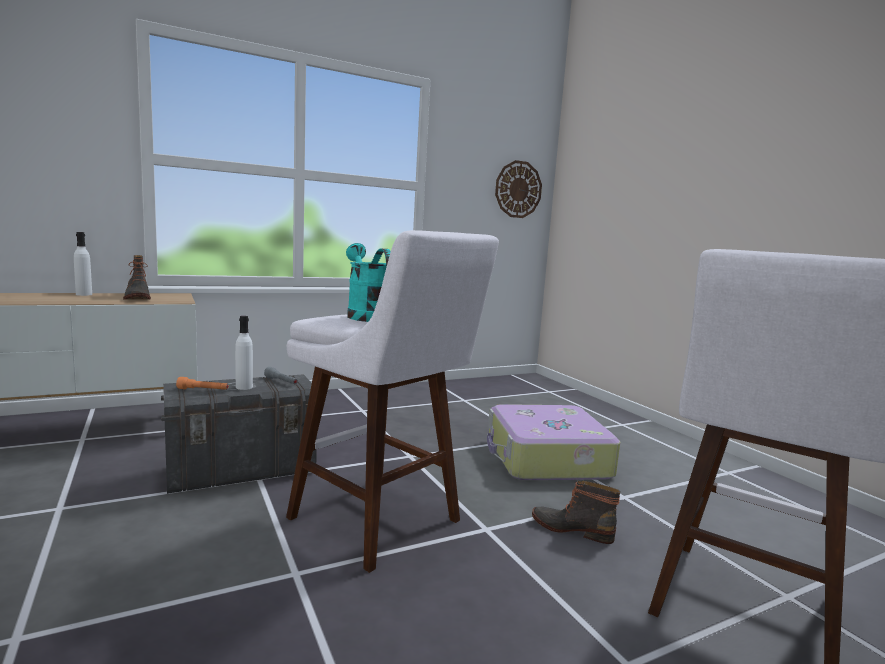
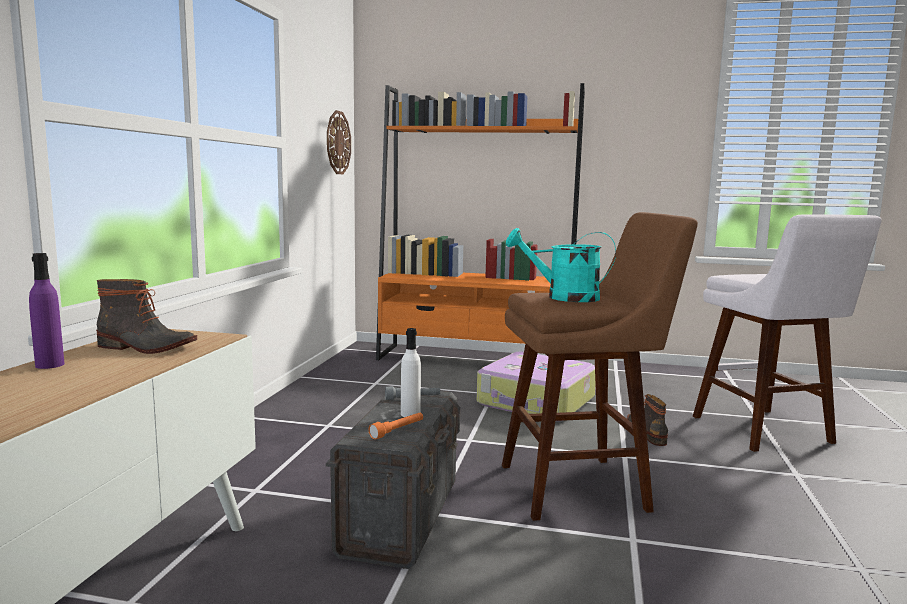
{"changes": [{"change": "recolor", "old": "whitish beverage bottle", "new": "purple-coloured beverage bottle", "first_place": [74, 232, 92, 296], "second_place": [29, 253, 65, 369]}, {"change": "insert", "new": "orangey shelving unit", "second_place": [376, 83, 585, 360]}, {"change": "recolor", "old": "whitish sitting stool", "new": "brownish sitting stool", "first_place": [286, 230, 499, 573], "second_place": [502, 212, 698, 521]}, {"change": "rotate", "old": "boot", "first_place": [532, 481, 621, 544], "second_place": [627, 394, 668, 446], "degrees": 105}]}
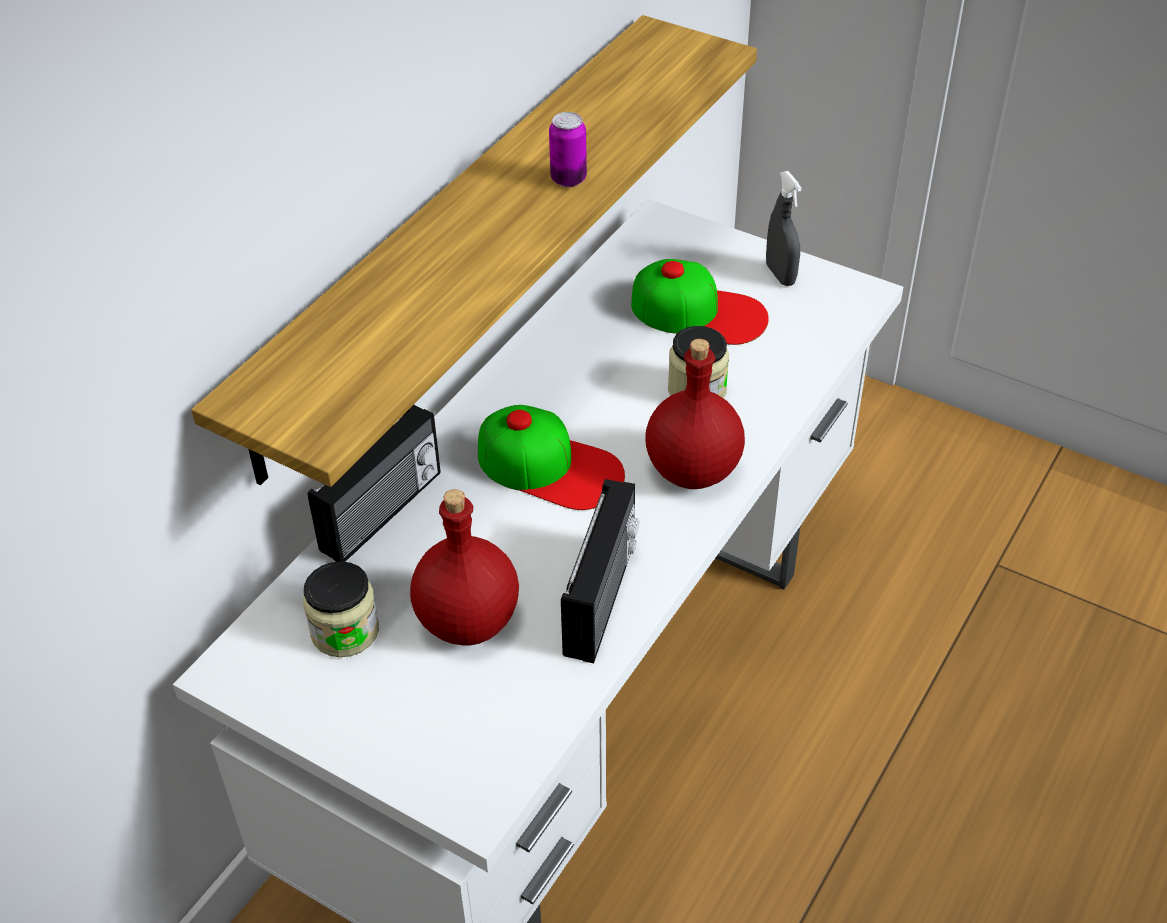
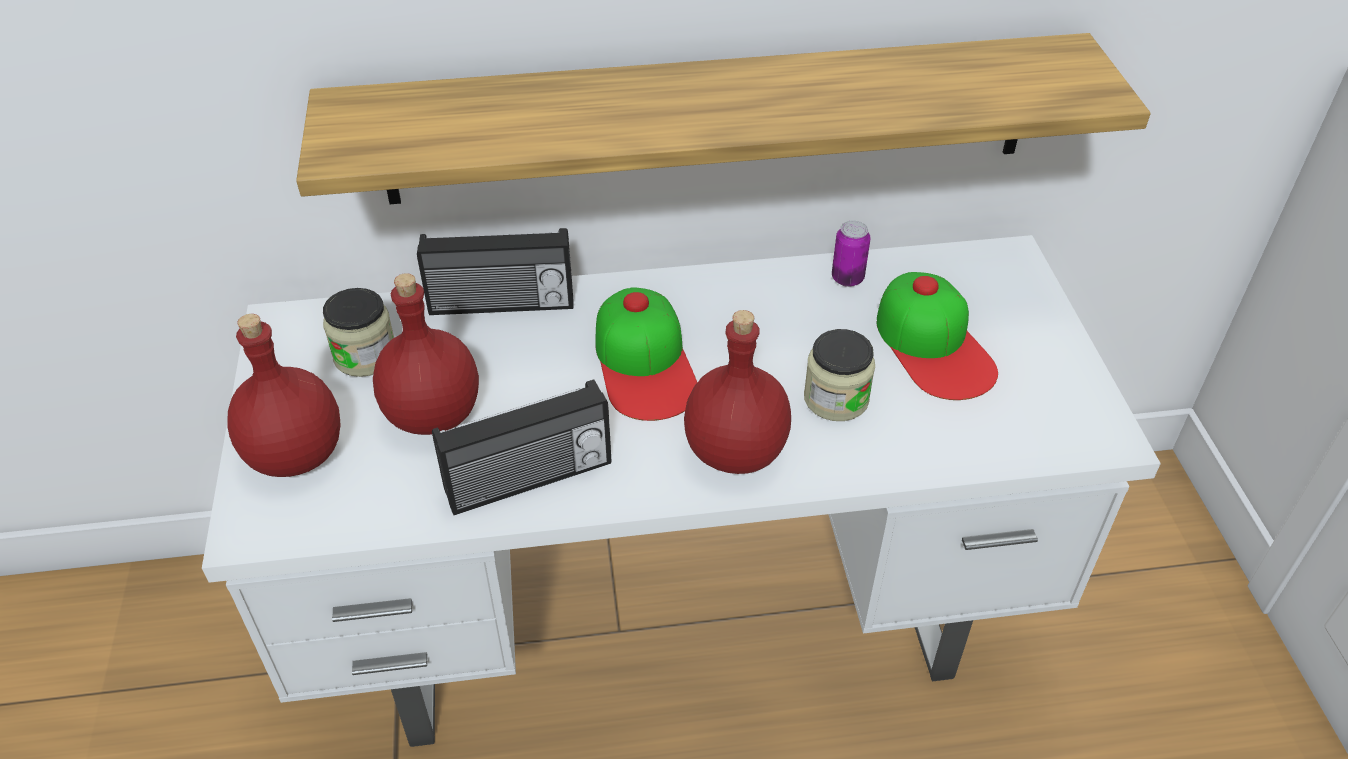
{"changes": [{"change": "insert", "new": "reddish beverage bottle", "second_place": [227, 314, 341, 477]}, {"change": "move", "old": "metal can", "first_place": [549, 112, 587, 187], "second_place": [832, 220, 871, 287]}, {"change": "delete", "old": "grey spray bottle", "first_place": [766, 171, 802, 286]}]}
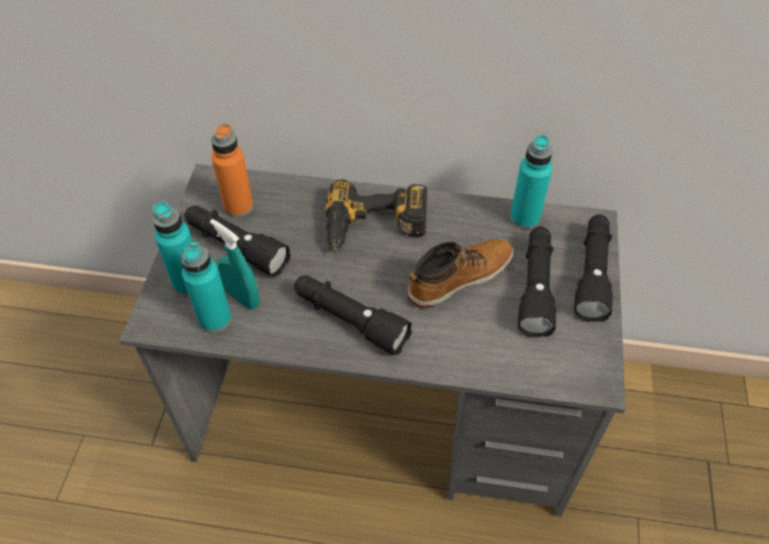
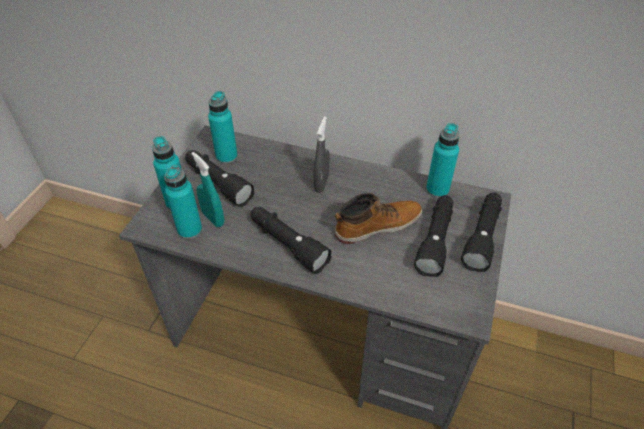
{"changes": [{"change": "recolor", "old": "orangey beverage bottle", "new": "turquoise-coloured beverage bottle", "first_place": [211, 124, 254, 218], "second_place": [208, 91, 238, 164]}, {"change": "replace", "old": "electric drill", "new": "grey spray bottle", "first_place": [325, 179, 427, 253], "second_place": [314, 116, 330, 193]}]}
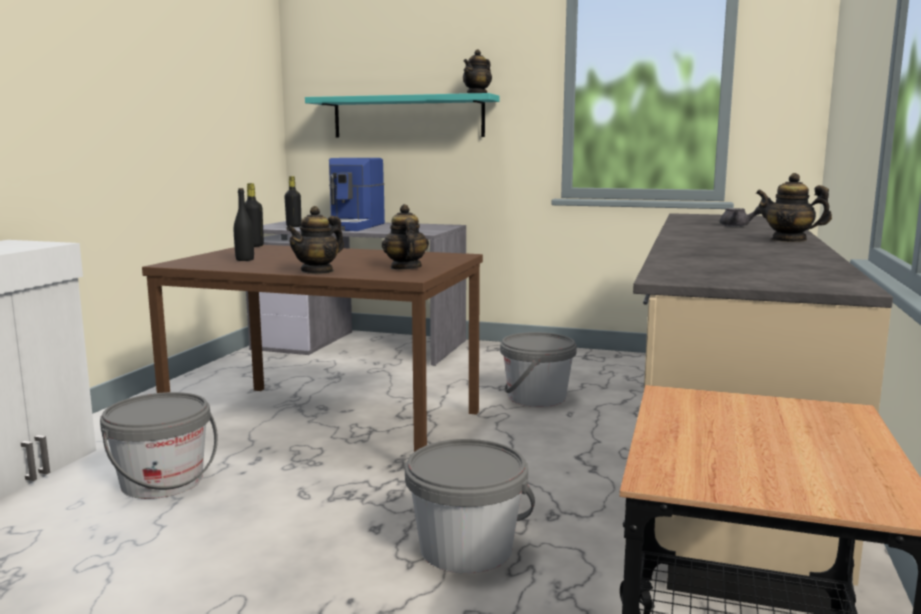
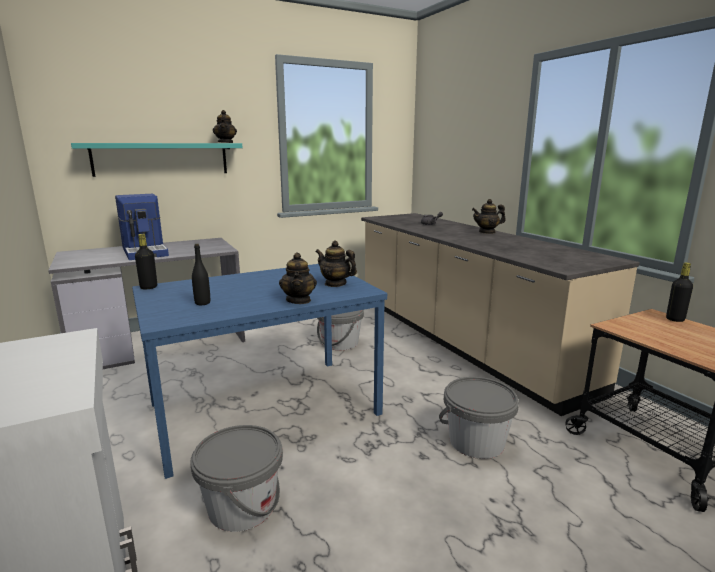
{"changes": [{"change": "recolor", "old": "brownish dinner table", "new": "blue-coloured dinner table", "first_place": [142, 245, 483, 452], "second_place": [132, 264, 387, 479]}, {"change": "move", "old": "black beverage bottle", "first_place": [284, 176, 301, 227], "second_place": [666, 263, 693, 322]}]}
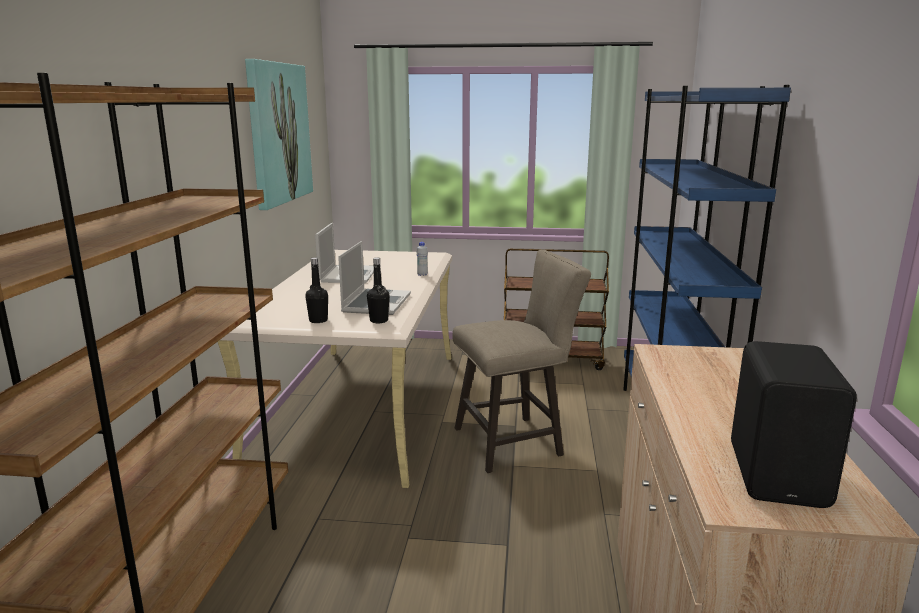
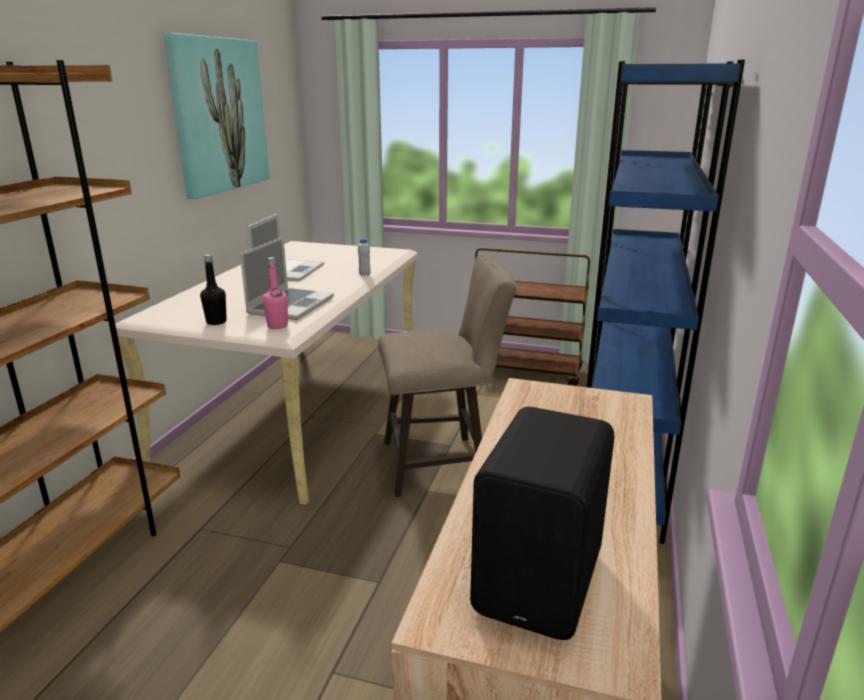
{"changes": [{"change": "recolor", "old": "black beverage bottle", "new": "pinkish beverage bottle", "first_place": [367, 257, 389, 323], "second_place": [263, 257, 288, 329]}]}
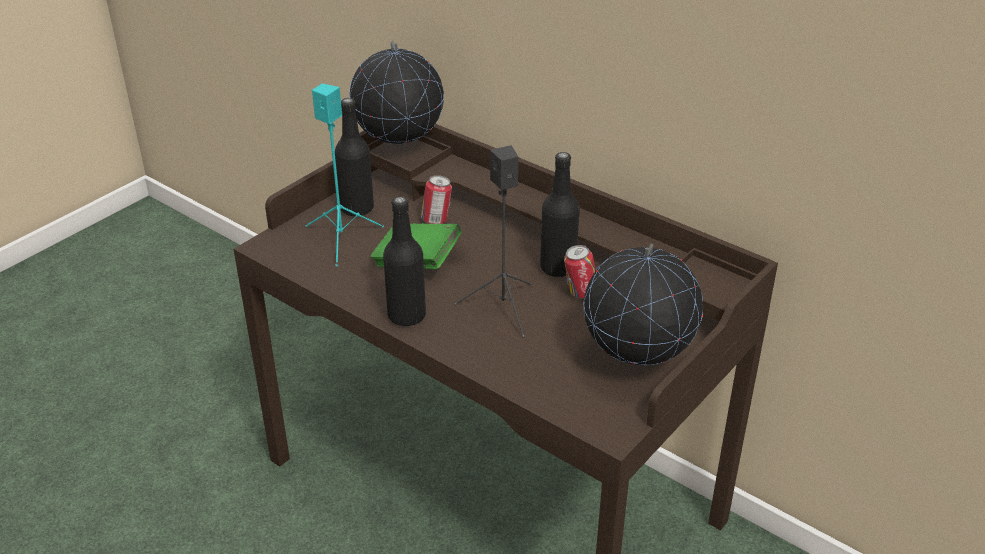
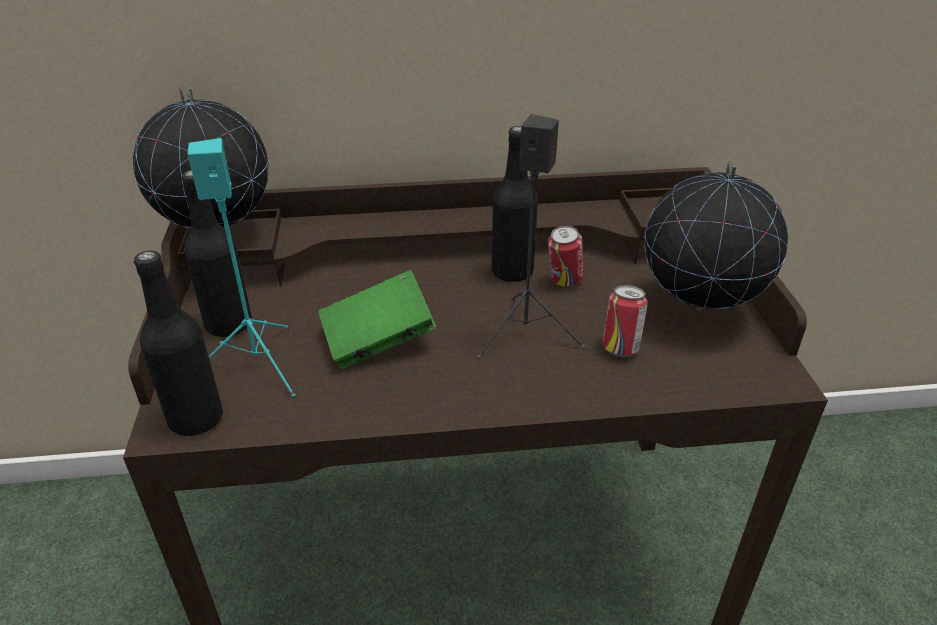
{"changes": [{"change": "move", "old": "black beverage bottle", "first_place": [383, 196, 426, 326], "second_place": [134, 250, 223, 436]}, {"change": "move", "old": "metal can", "first_place": [421, 175, 452, 224], "second_place": [602, 285, 648, 357]}]}
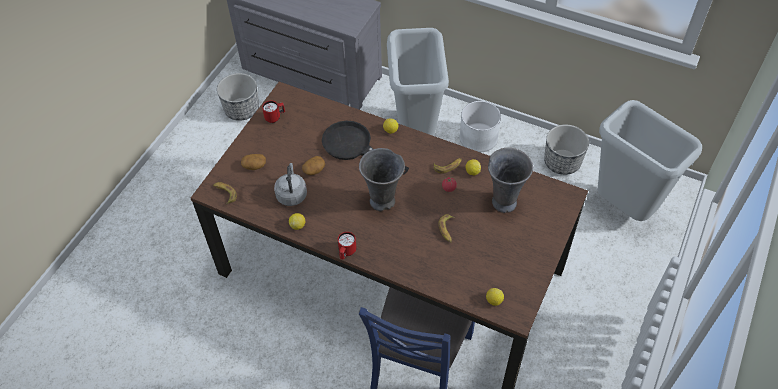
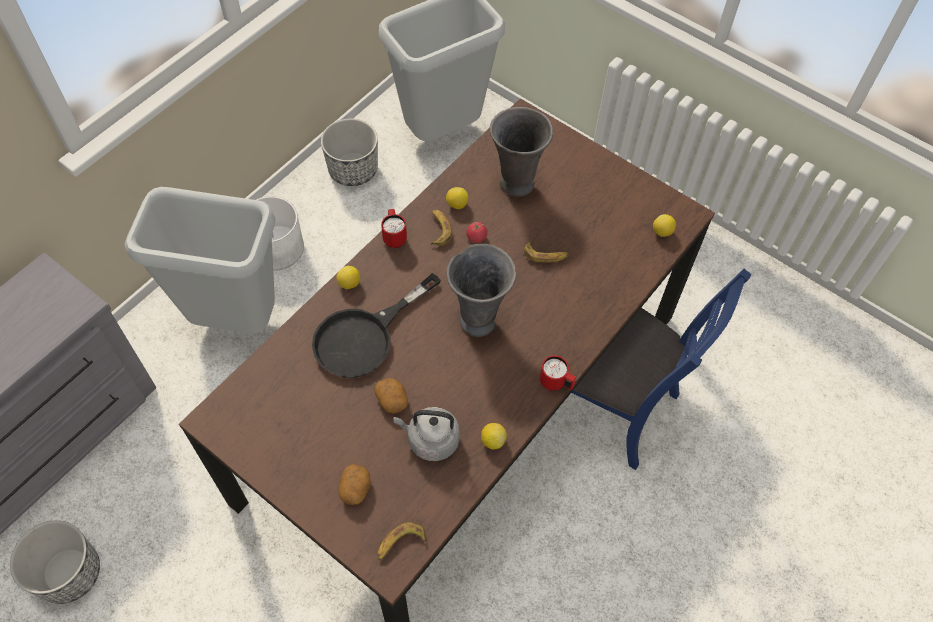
{"changes": [{"change": "move", "old": "reddish mug", "first_place": [262, 100, 285, 123], "second_place": [381, 209, 407, 248]}]}
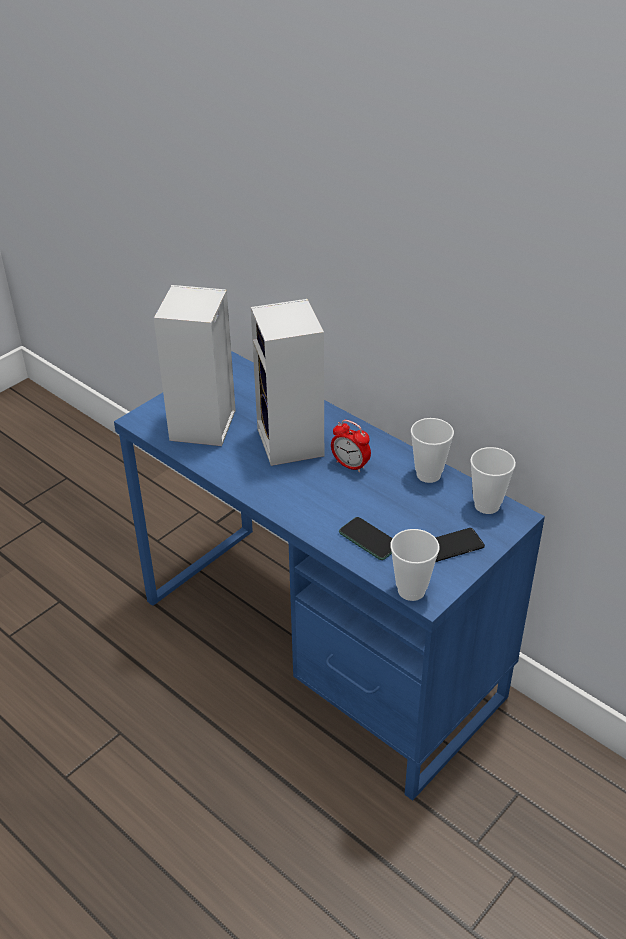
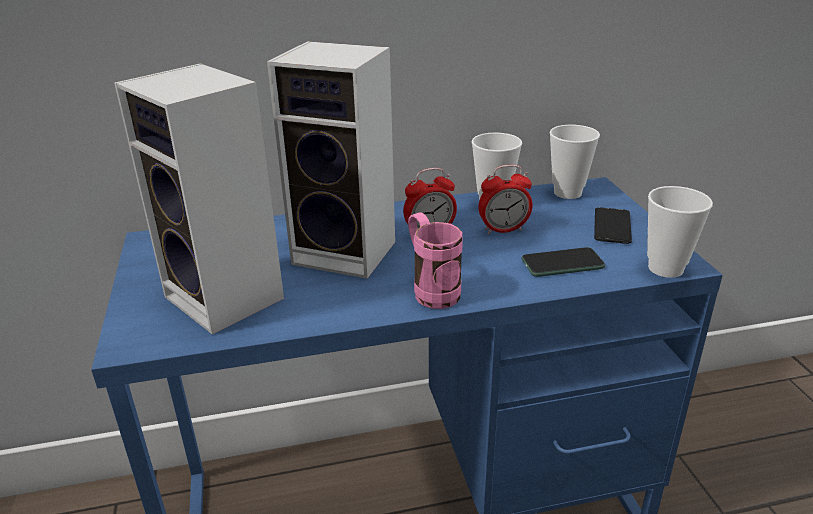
{"changes": [{"change": "insert", "new": "pinkish mug", "second_place": [408, 213, 463, 309]}, {"change": "insert", "new": "alarm clock", "second_place": [479, 165, 533, 234]}]}
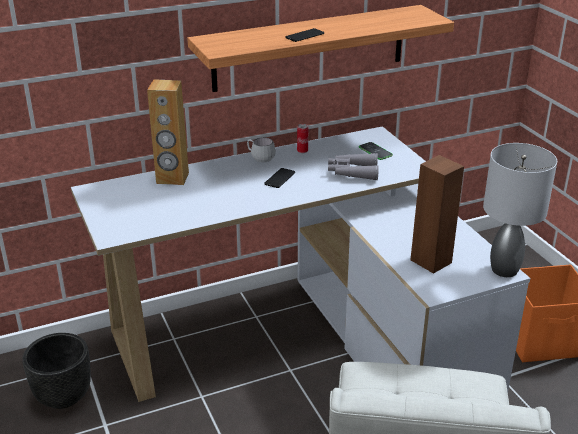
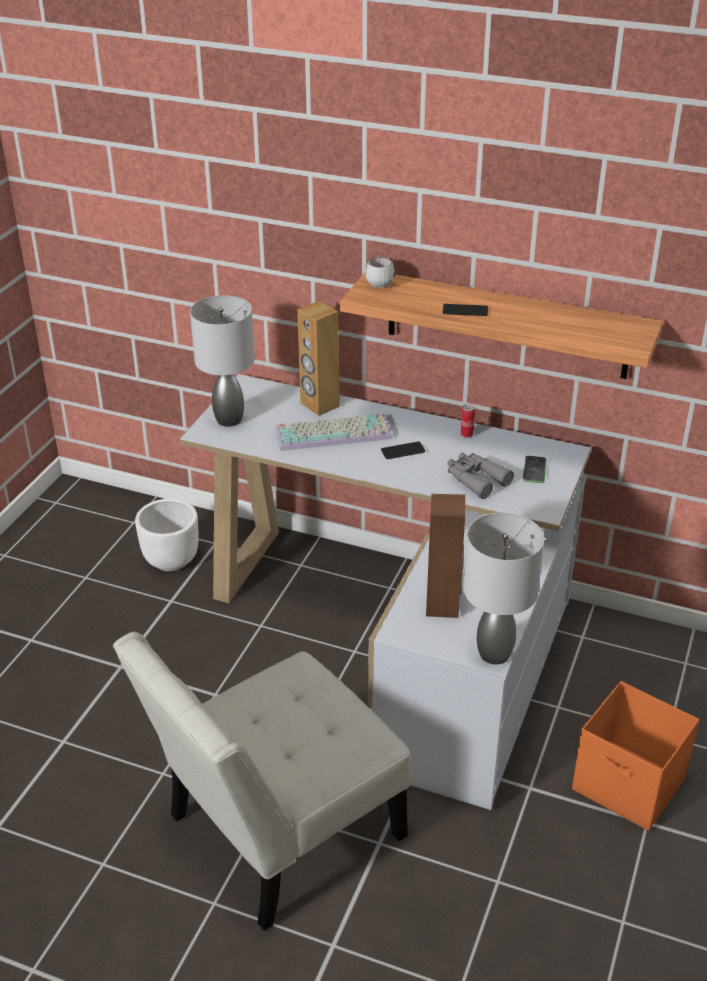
{"changes": [{"change": "recolor", "old": "black planter", "new": "whitish planter", "first_place": [22, 333, 91, 409], "second_place": [135, 499, 198, 571]}, {"change": "insert", "new": "grey tabletop lamp", "second_place": [190, 295, 255, 427]}, {"change": "insert", "new": "computer keyboard", "second_place": [275, 413, 393, 451]}, {"change": "move", "old": "whitish mug", "first_place": [247, 137, 276, 162], "second_place": [365, 256, 395, 288]}]}
